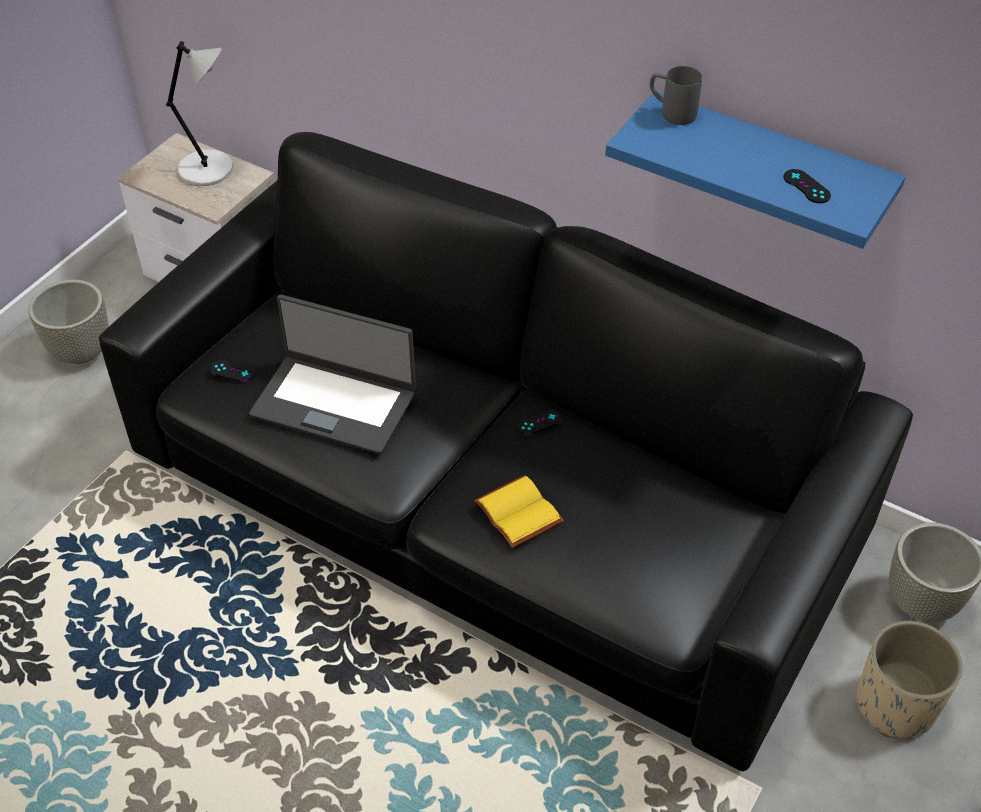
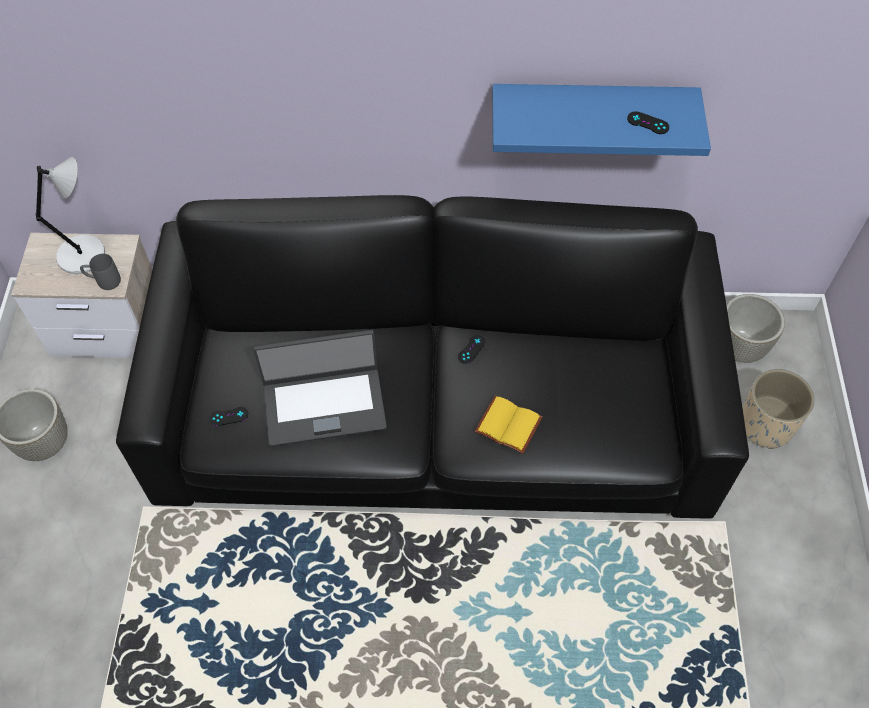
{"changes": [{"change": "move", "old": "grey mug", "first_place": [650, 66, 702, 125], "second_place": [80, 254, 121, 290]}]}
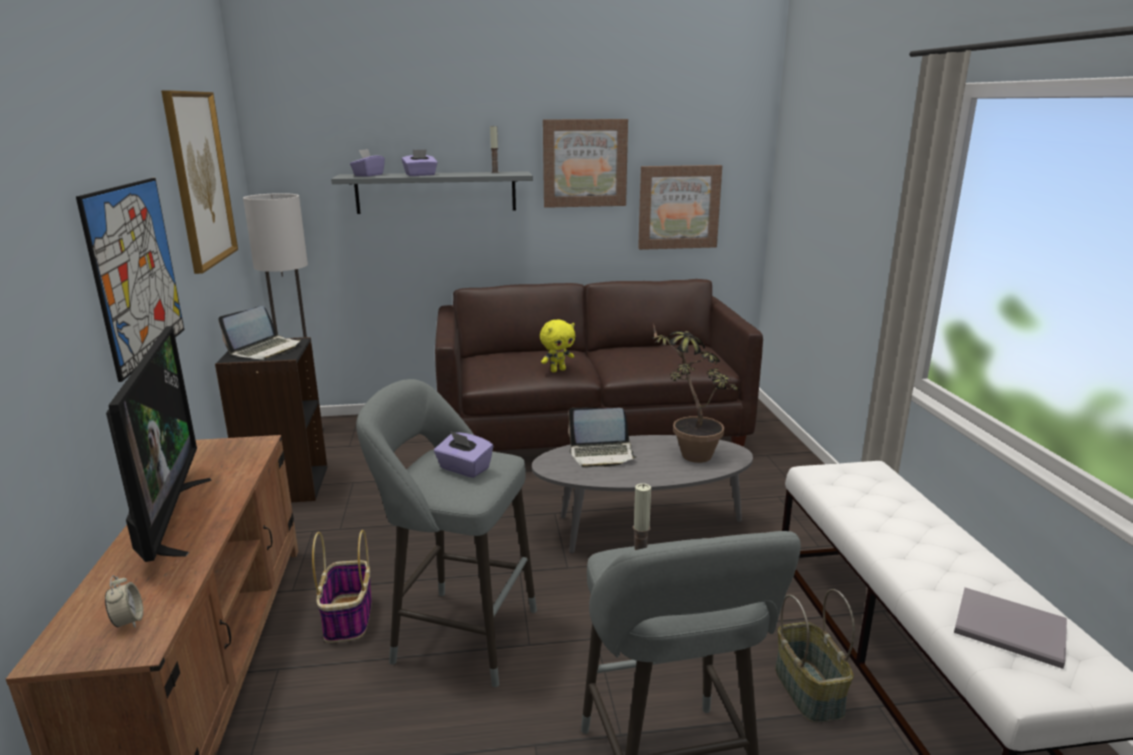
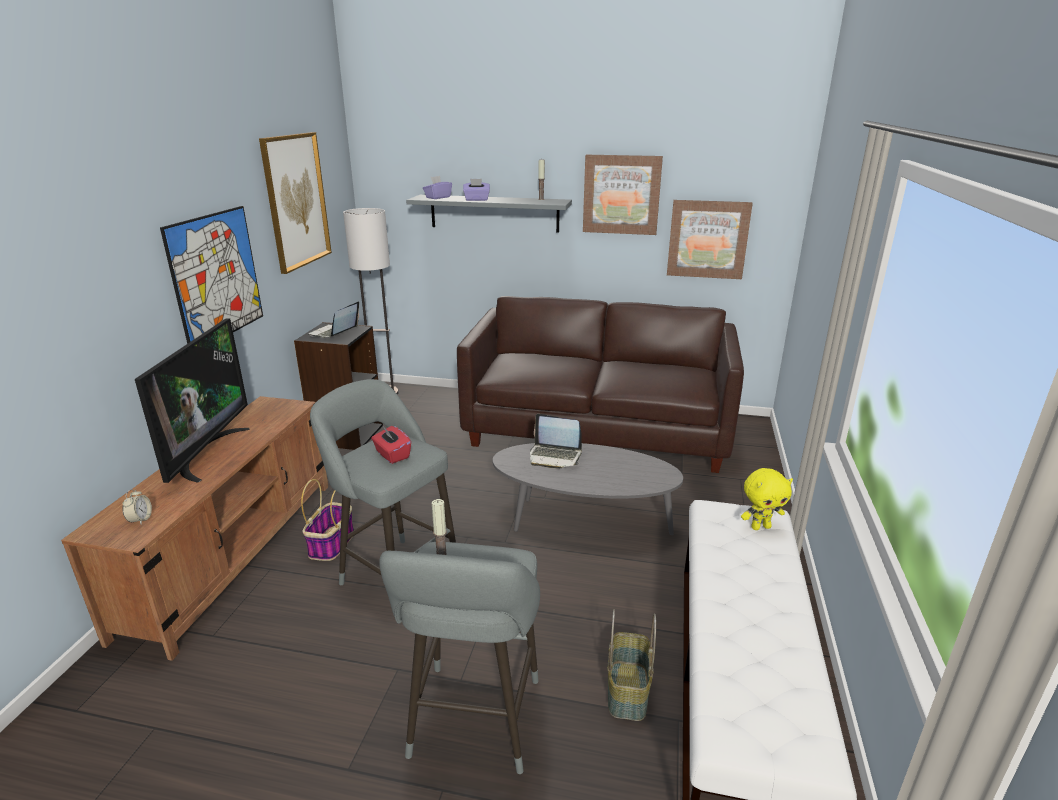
{"changes": [{"change": "rotate", "old": "portable computer", "first_place": [218, 306, 301, 360], "second_place": [308, 301, 359, 338], "degrees": 150}, {"change": "recolor", "old": "purple-coloured tissue holder", "new": "reddish tissue holder", "first_place": [434, 431, 493, 478], "second_place": [371, 425, 411, 464]}, {"change": "move", "old": "yellow-coloured plush toy", "first_place": [540, 319, 575, 372], "second_place": [741, 468, 793, 530]}, {"change": "delete", "old": "houseplant", "first_place": [653, 323, 739, 463]}, {"change": "delete", "old": "grey bound book", "first_place": [954, 588, 1067, 669]}]}
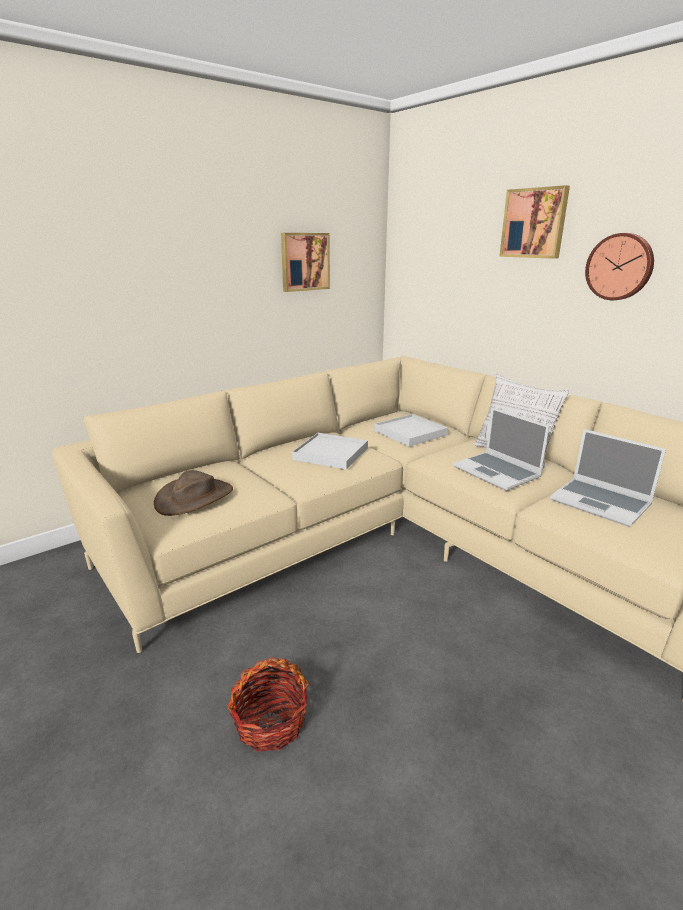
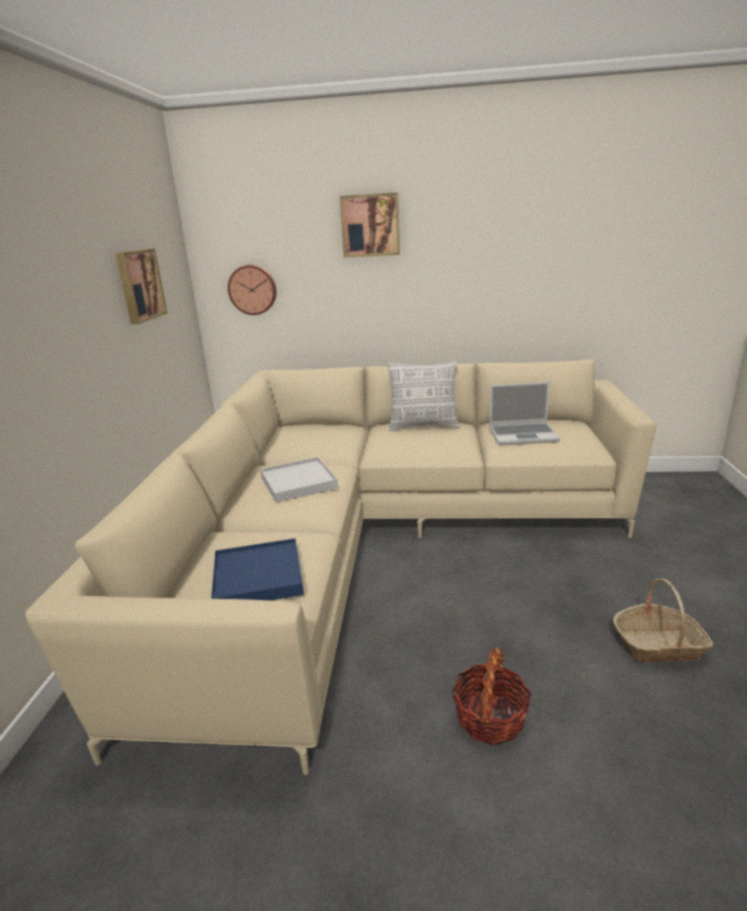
{"changes": [{"change": "replace", "old": "brownish hat", "new": "blue-coloured serving tray", "first_place": [154, 470, 233, 516], "second_place": [211, 538, 304, 601]}, {"change": "move", "old": "clock on the wall", "first_place": [585, 233, 654, 300], "second_place": [228, 265, 277, 315]}, {"change": "insert", "new": "household basket", "second_place": [613, 578, 713, 663]}, {"change": "delete", "old": "whitish serving tray", "first_place": [374, 414, 448, 446]}, {"change": "delete", "old": "portable computer", "first_place": [453, 407, 549, 491]}]}
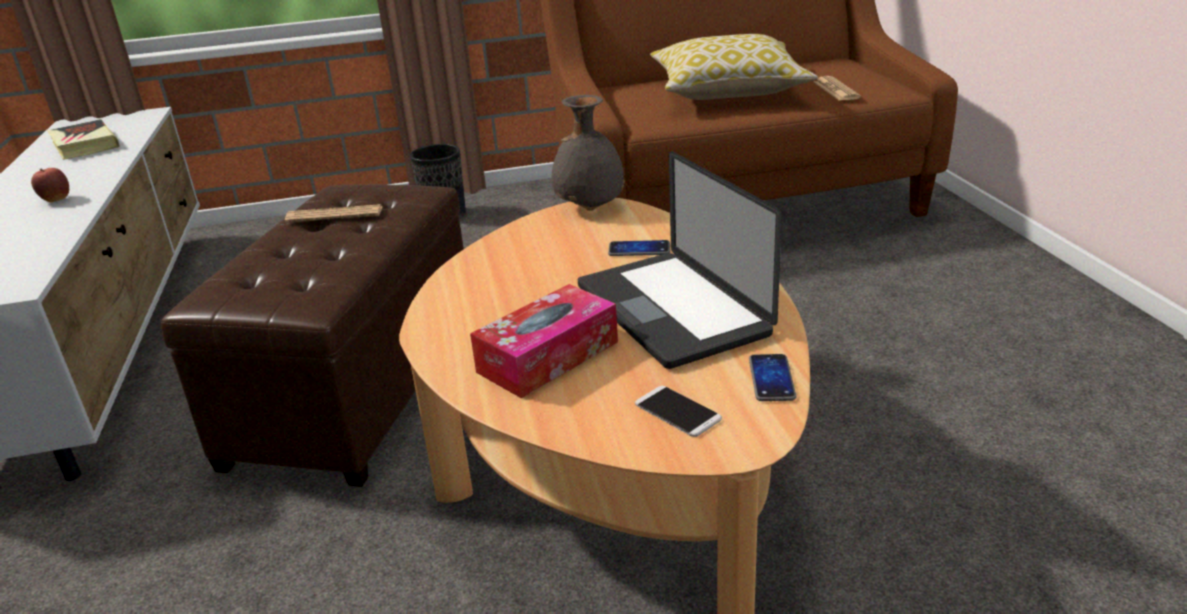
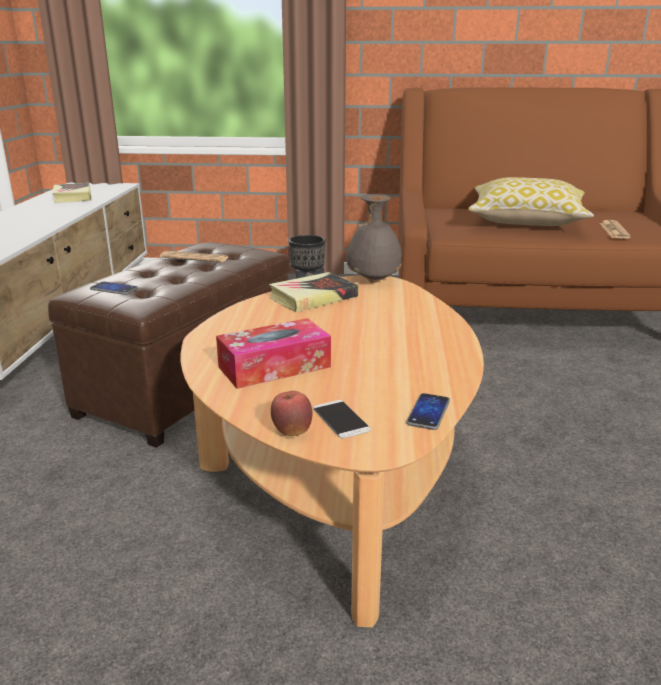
{"changes": [{"change": "move", "old": "phone", "first_place": [608, 240, 670, 256], "second_place": [90, 282, 138, 295]}, {"change": "insert", "new": "bound book", "second_place": [269, 272, 359, 312]}, {"change": "move", "old": "apple fruit", "first_place": [31, 168, 69, 202], "second_place": [271, 391, 312, 436]}, {"change": "delete", "old": "portable computer", "first_place": [578, 151, 782, 369]}]}
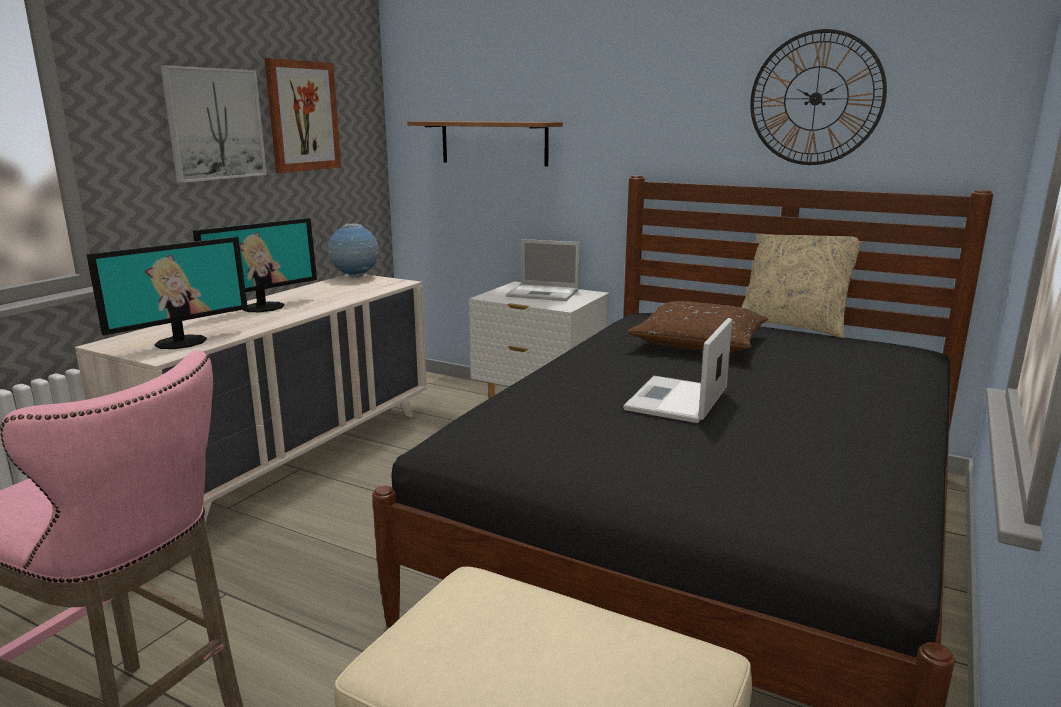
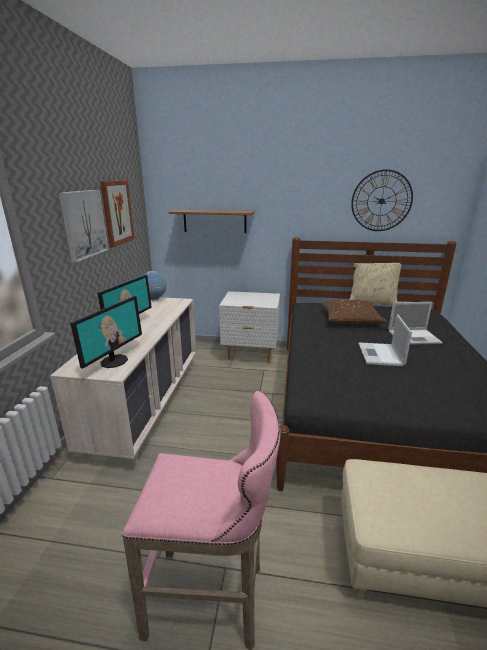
{"changes": [{"change": "move", "old": "portable computer", "first_place": [507, 239, 580, 301], "second_place": [388, 302, 443, 345]}]}
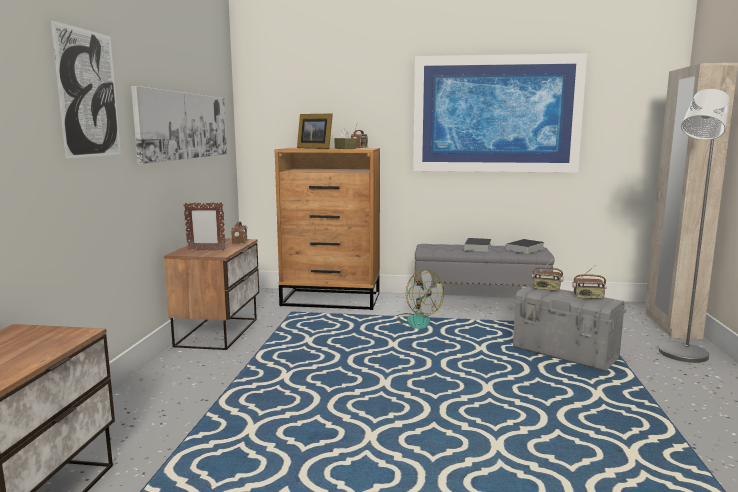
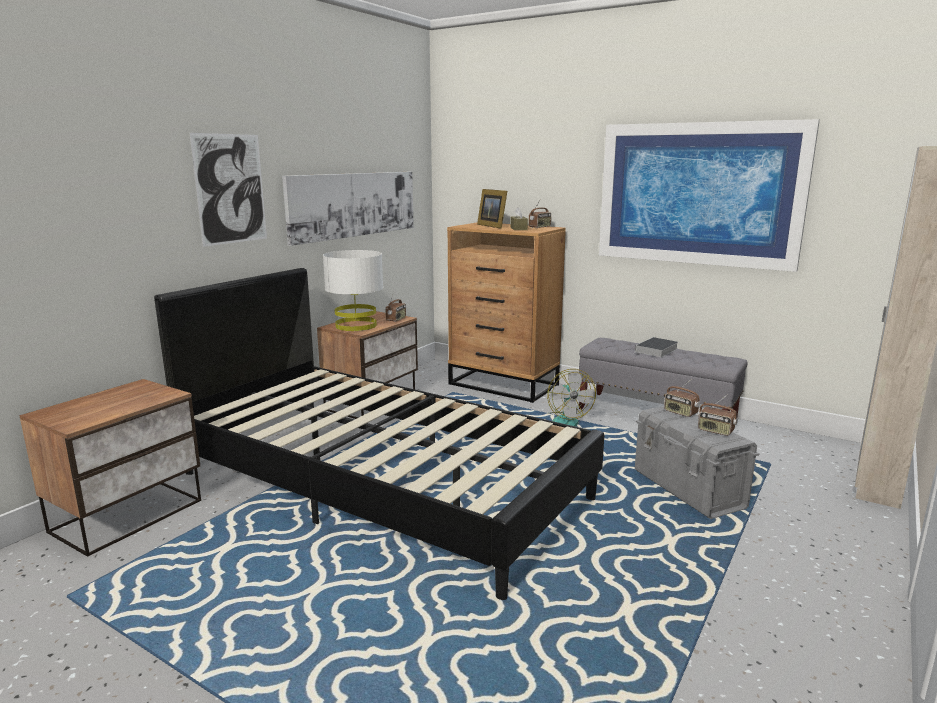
{"changes": [{"change": "insert", "new": "black bed", "second_place": [154, 268, 604, 600]}, {"change": "replace", "old": "photo frame", "new": "whitish tabletop lamp", "first_place": [183, 202, 226, 251], "second_place": [323, 250, 383, 331]}, {"change": "delete", "old": "bound book", "first_place": [504, 239, 544, 254]}, {"change": "delete", "old": "grey standing lamp", "first_place": [659, 89, 730, 363]}]}
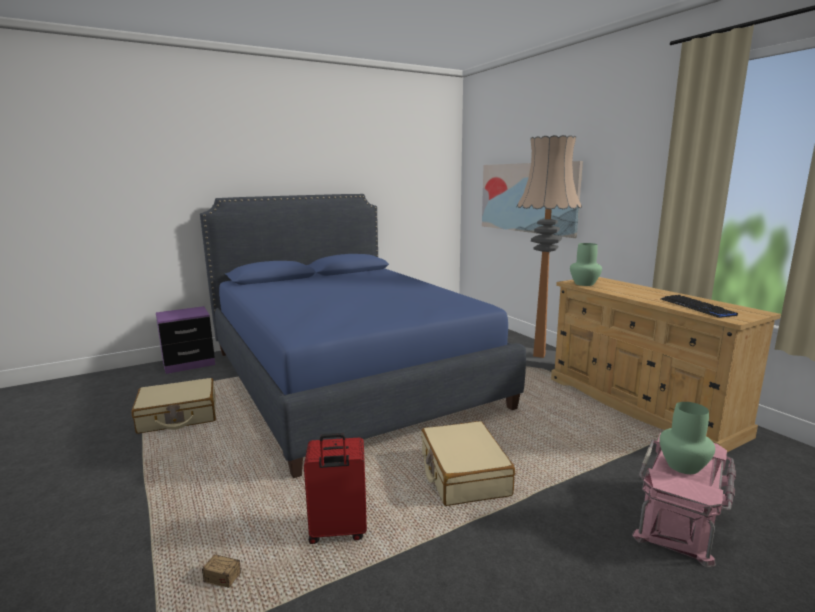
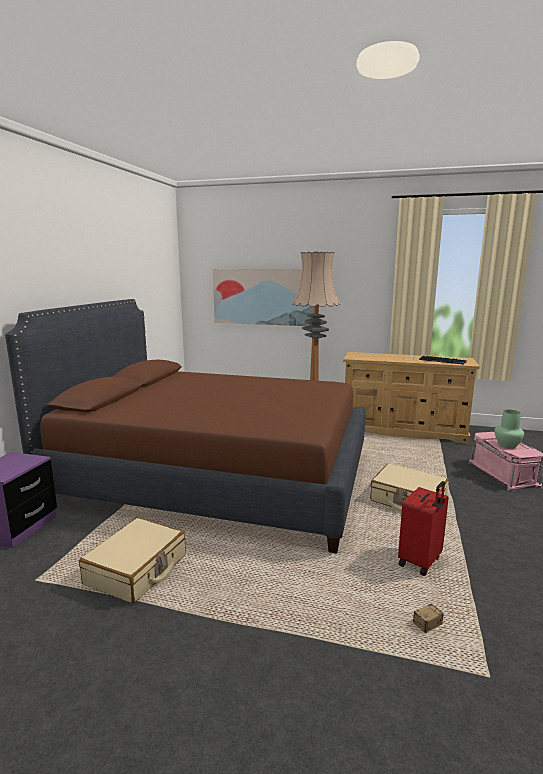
{"changes": [{"change": "recolor", "old": "blue-coloured bed", "new": "brownish bed", "first_place": [200, 194, 526, 478], "second_place": [5, 299, 366, 553]}, {"change": "delete", "old": "green flower vase", "first_place": [570, 243, 602, 286]}]}
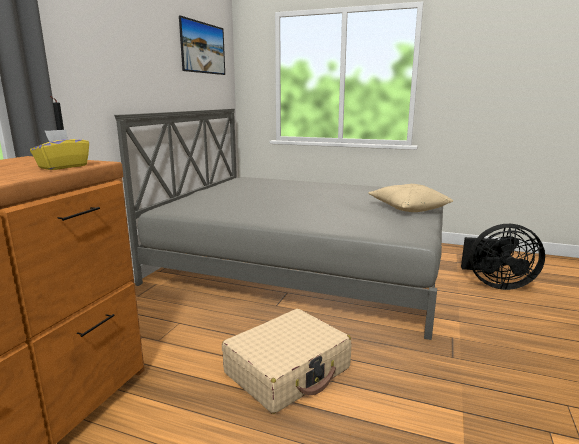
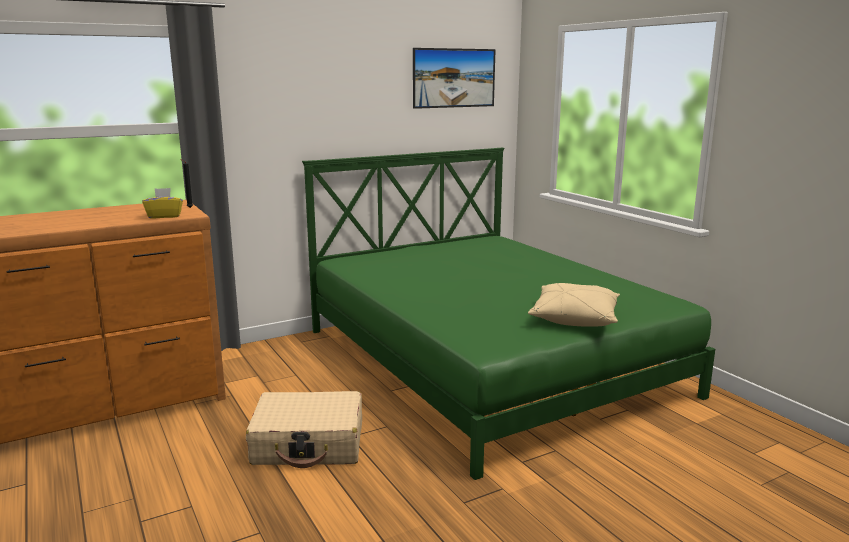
{"changes": [{"change": "recolor", "old": "grey bed", "new": "green bed", "first_place": [114, 109, 443, 340], "second_place": [302, 148, 715, 480]}, {"change": "delete", "old": "black electric fan", "first_place": [461, 224, 545, 290]}]}
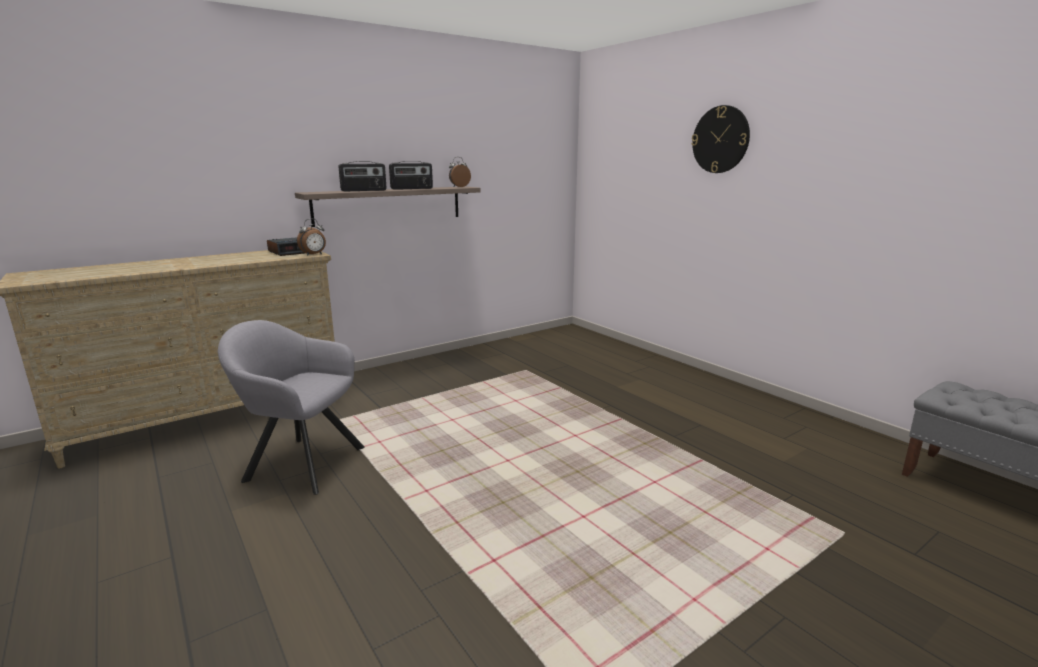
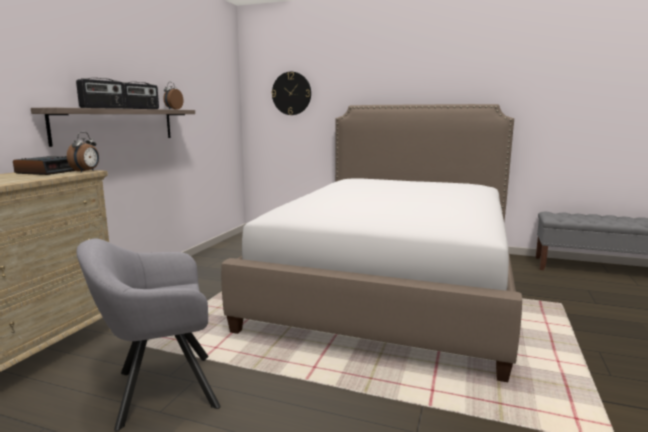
{"changes": [{"change": "insert", "new": "bed", "second_place": [221, 104, 522, 382]}, {"change": "move", "old": "clock on the wall", "first_place": [691, 105, 750, 173], "second_place": [272, 72, 311, 115]}]}
